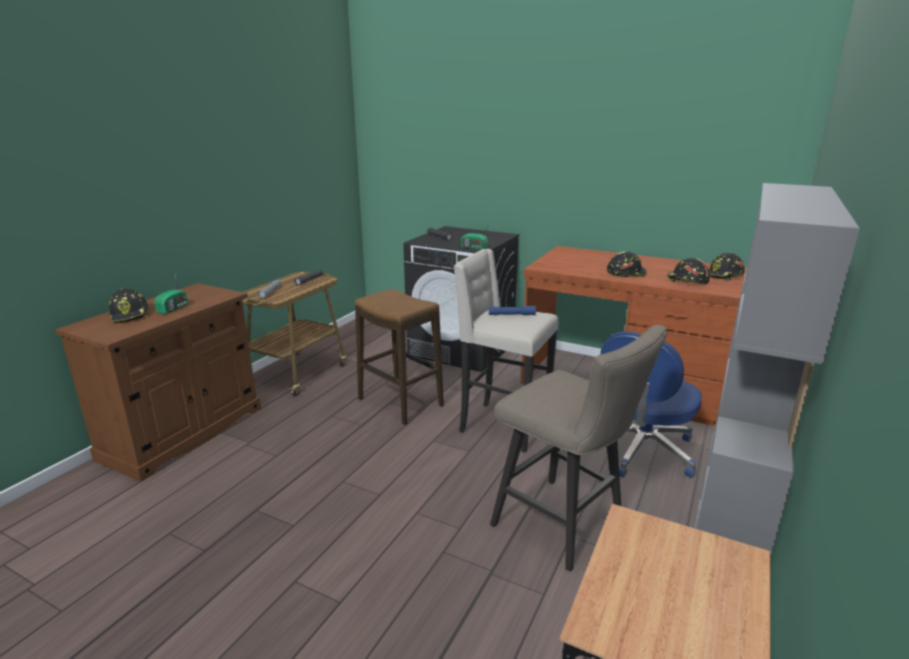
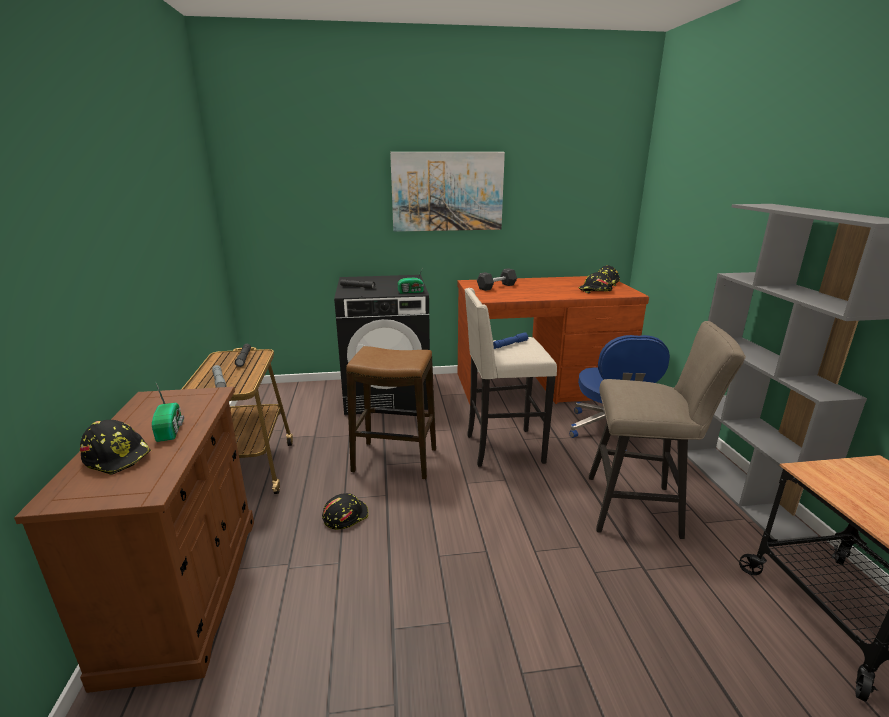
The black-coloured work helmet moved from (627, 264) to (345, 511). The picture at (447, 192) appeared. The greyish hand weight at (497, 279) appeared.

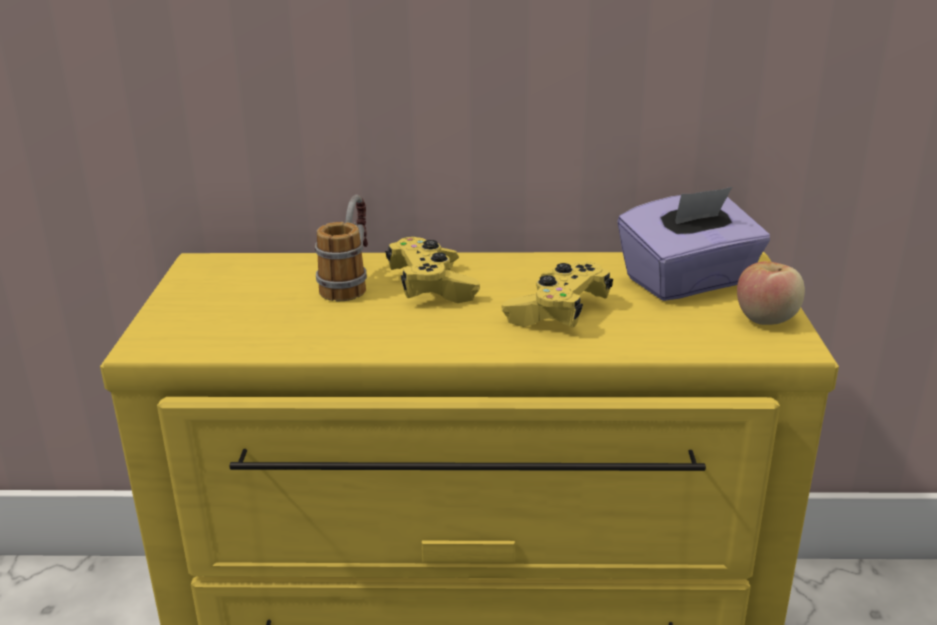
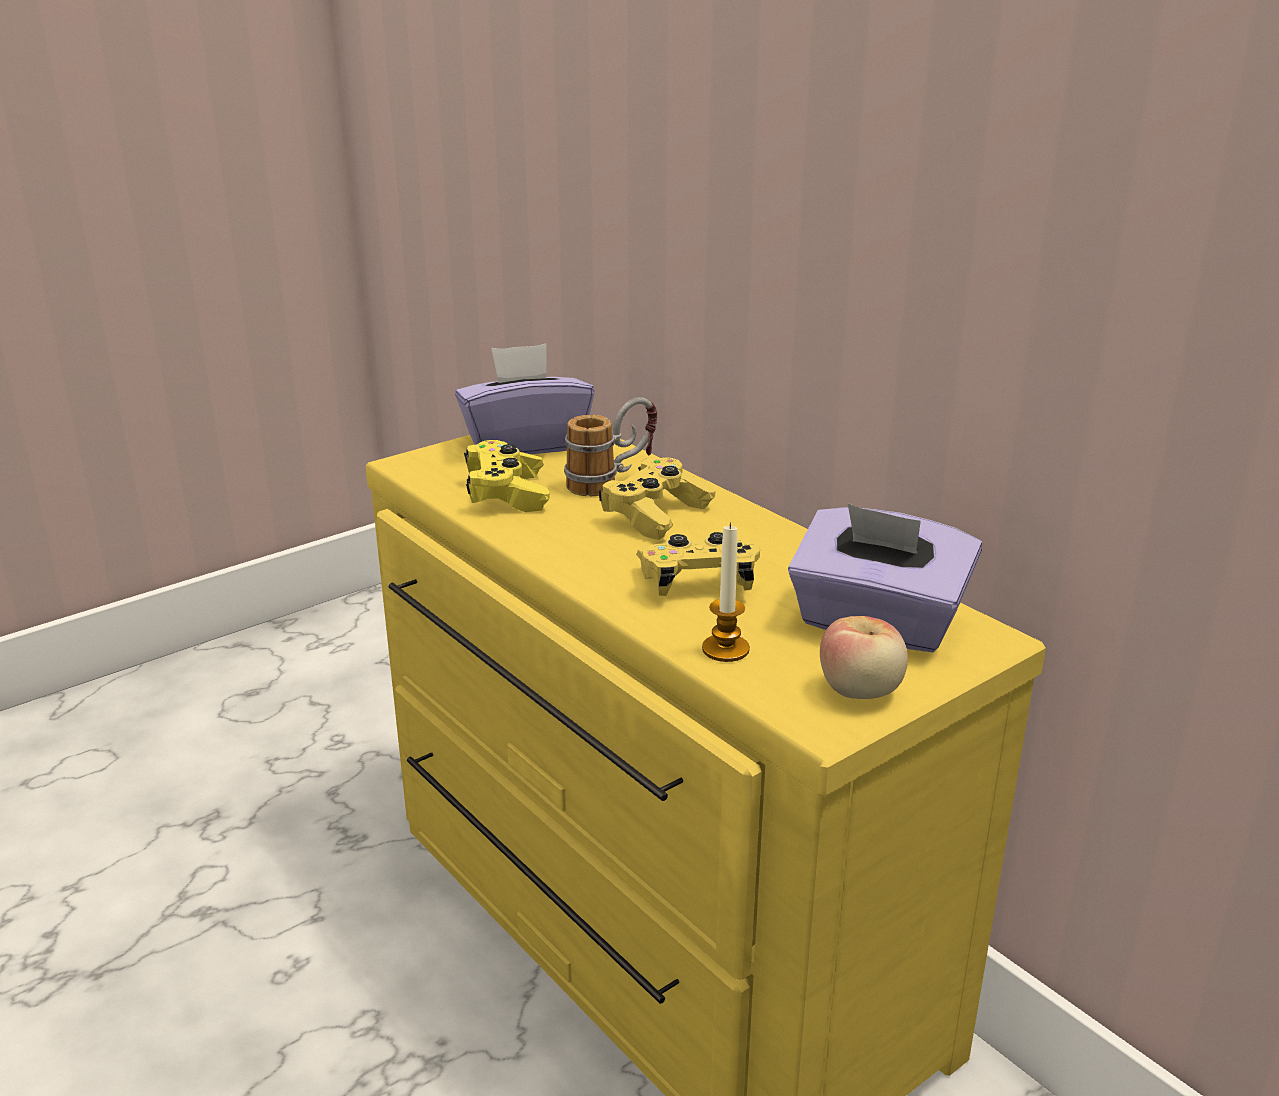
The purplish box of tissues at (524, 399) appeared. The yellowish joypad at (507, 476) appeared. The wax light at (726, 592) appeared.

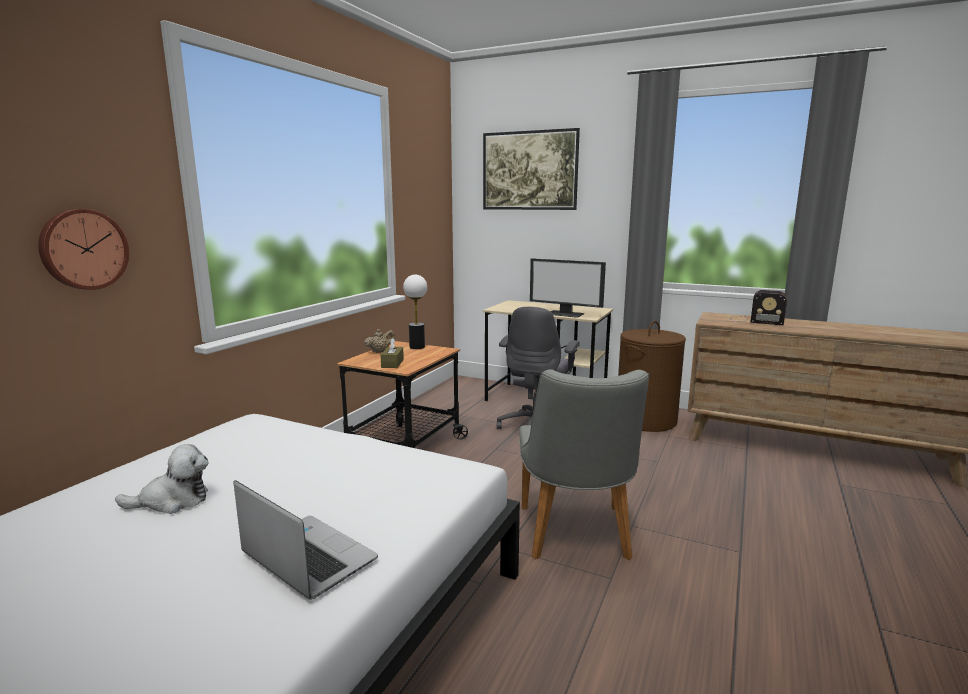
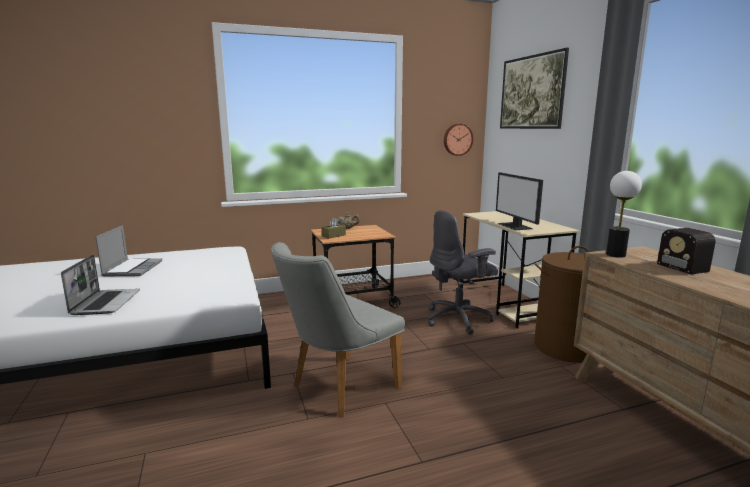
The hanging clock moved from (83, 249) to (458, 140). The table lamp moved from (415, 312) to (624, 214). The cuddly toy at (161, 479) was replaced by the portable computer at (128, 251).

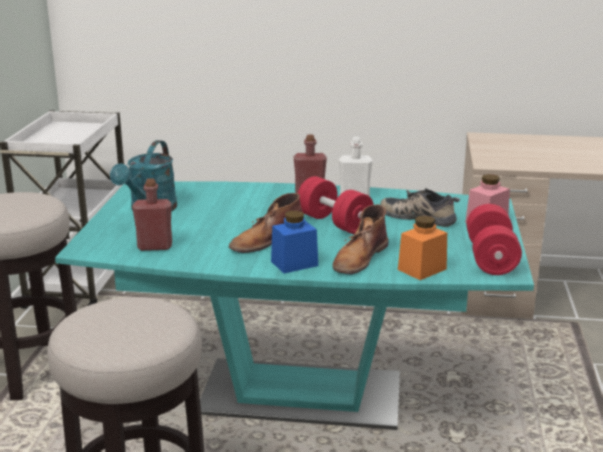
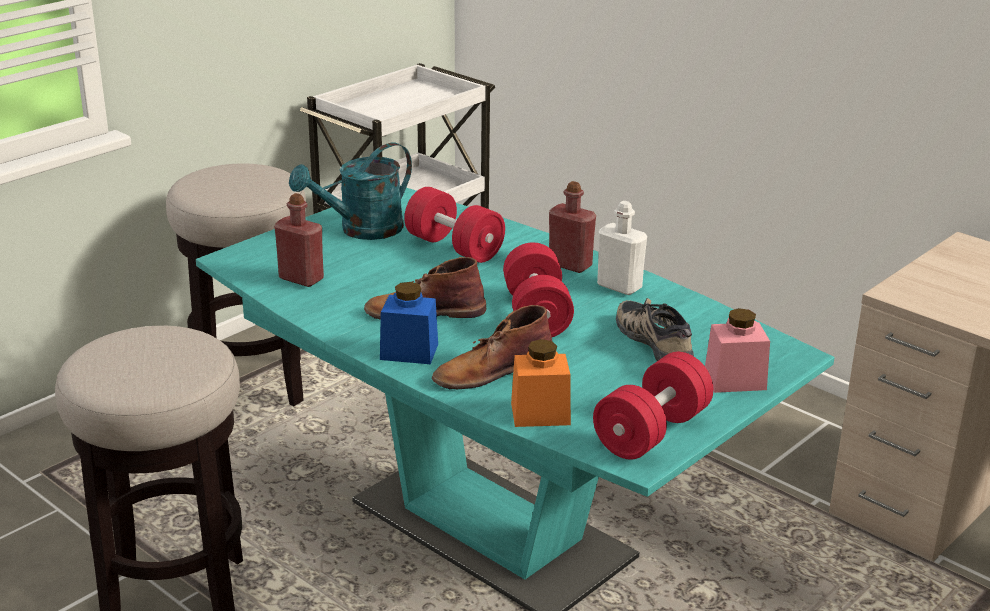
The red hand weight at (454, 225) appeared.

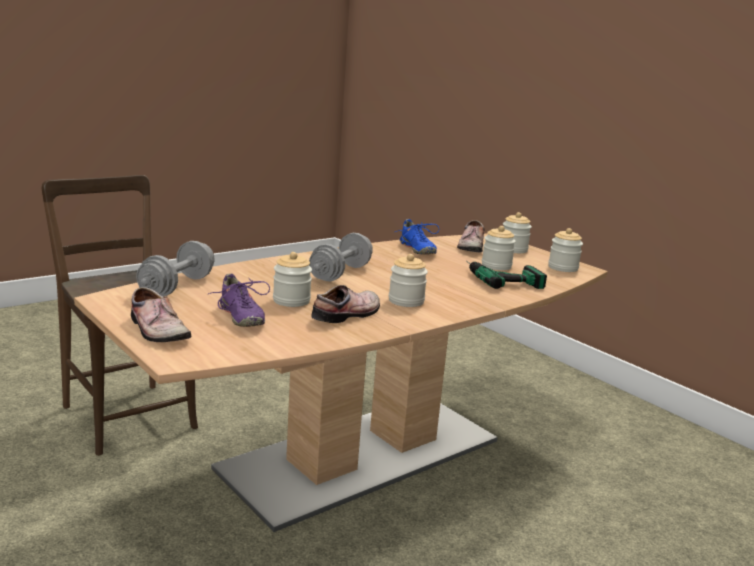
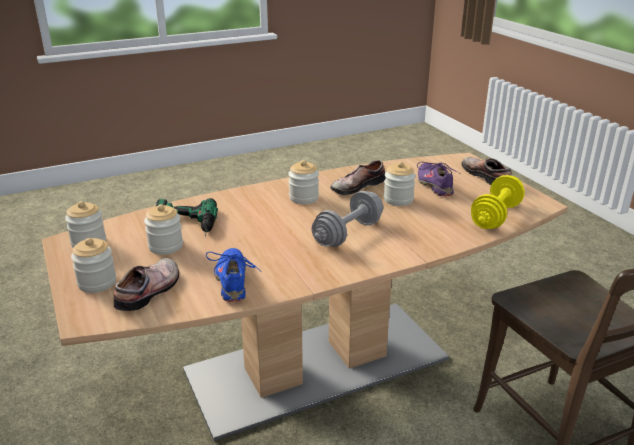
The greyish hand weight at (175, 269) became the yellowish hand weight at (498, 202).

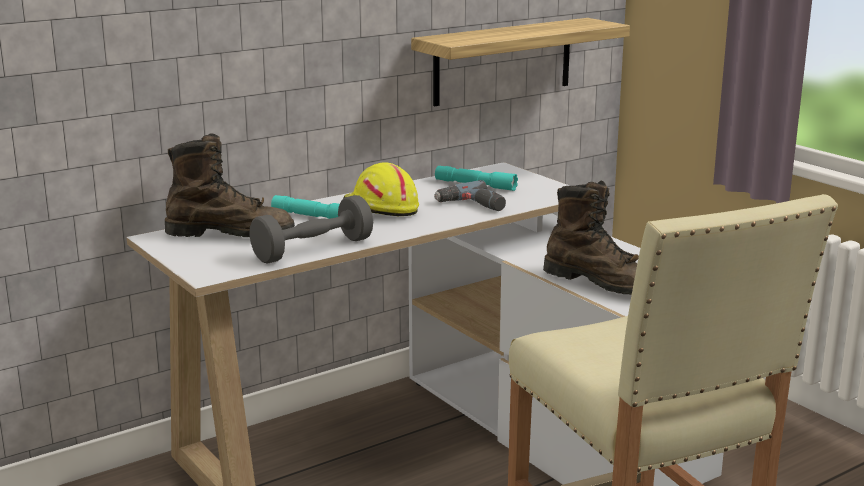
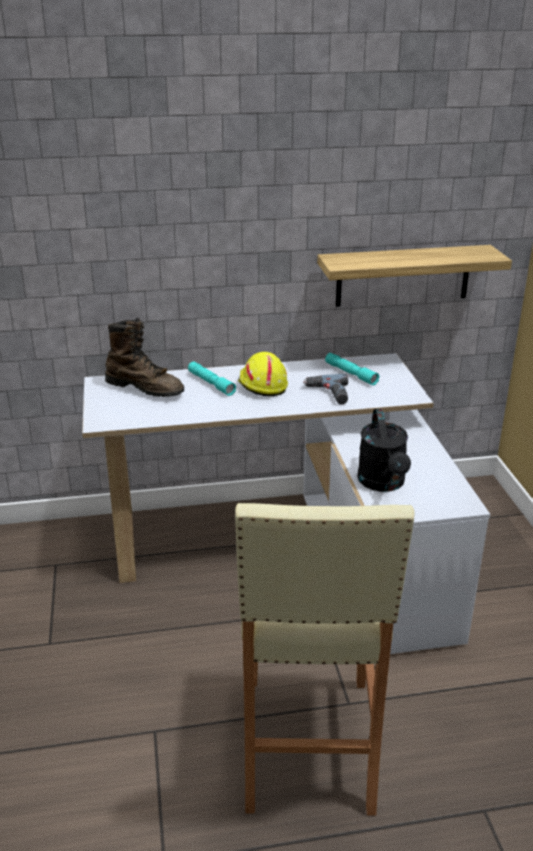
The brown-coloured tall boot at (591, 237) was replaced by the black-coloured watering can at (384, 450). The greyish hand weight at (311, 229) disappeared.

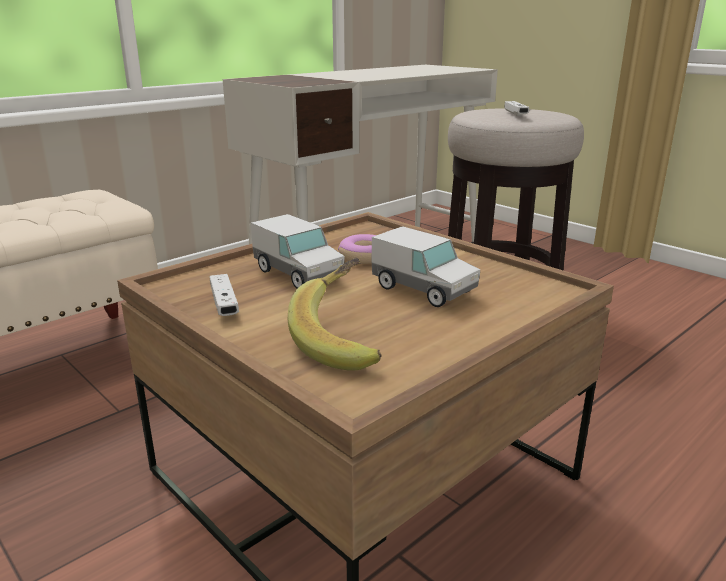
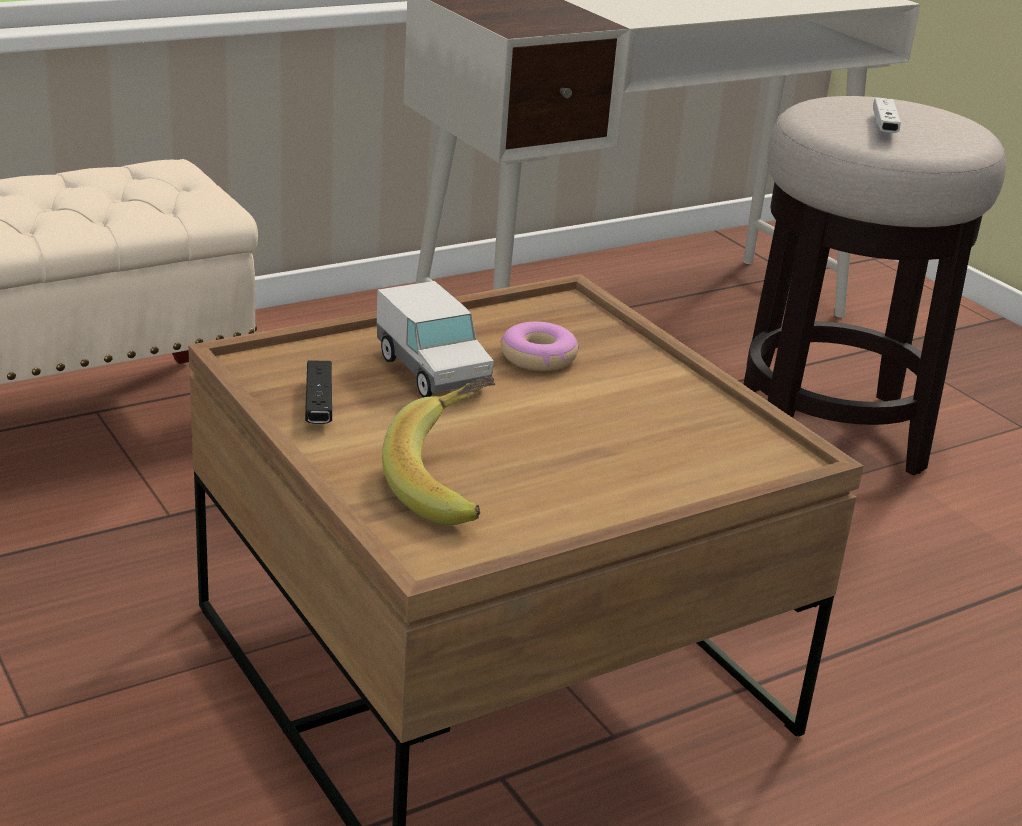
The model truck at (426, 266) disappeared. The white joypad at (224, 295) became the black-coloured joypad at (318, 392).

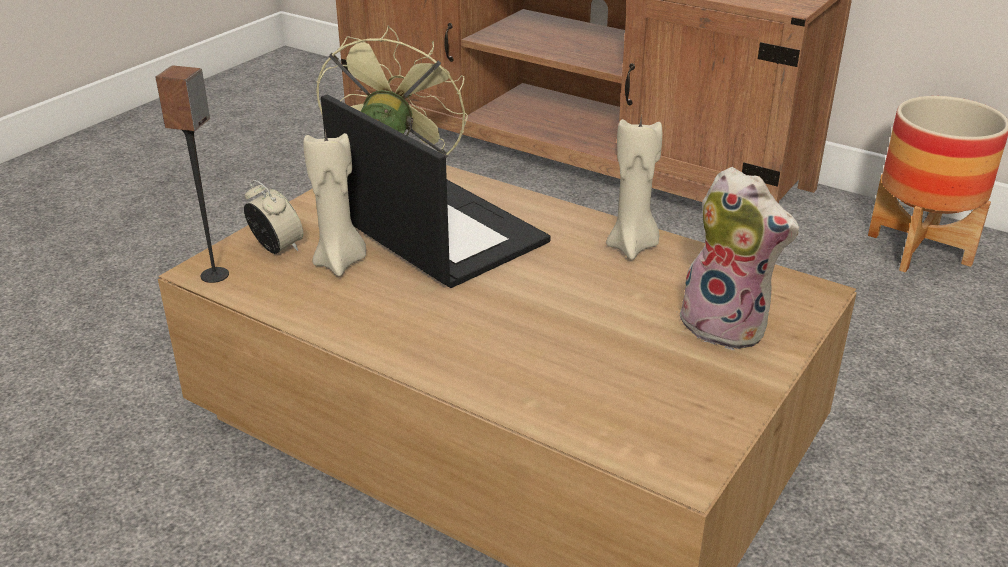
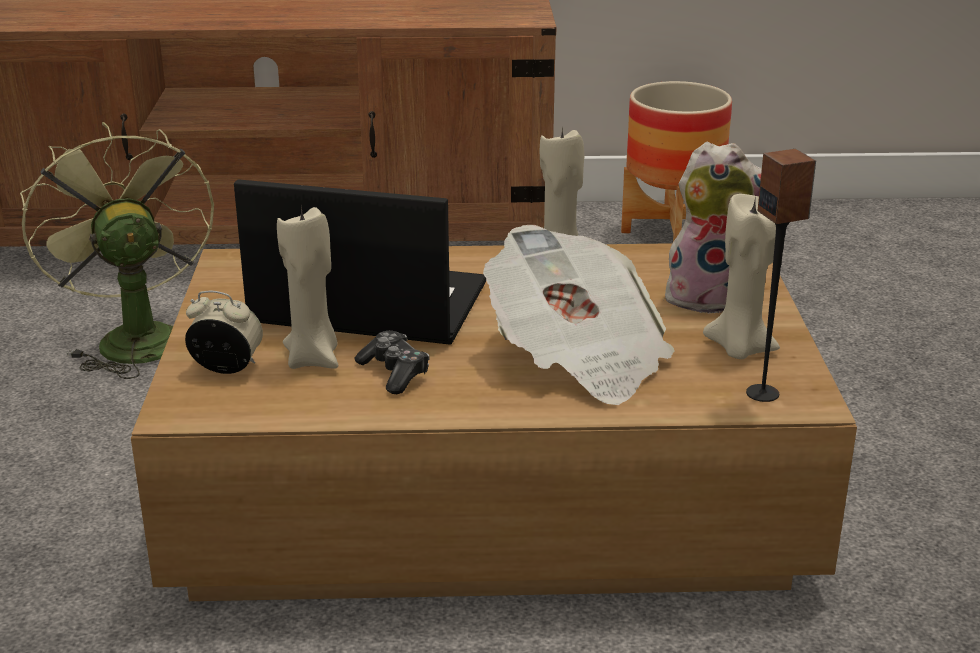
The loudspeaker moved from (192, 174) to (781, 275). The sand-coloured wax light at (741, 276) appeared. The newspaper at (579, 315) appeared. The joypad at (392, 362) appeared.

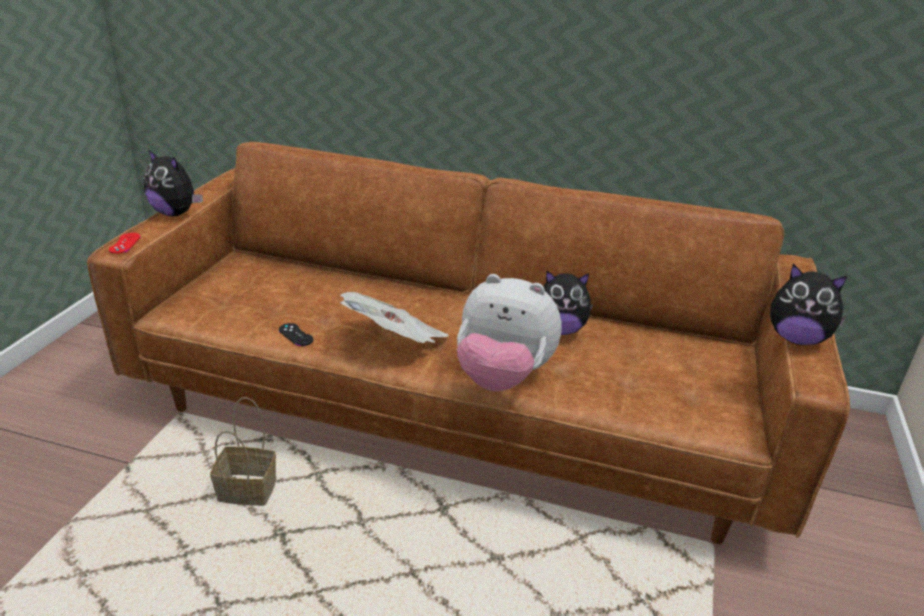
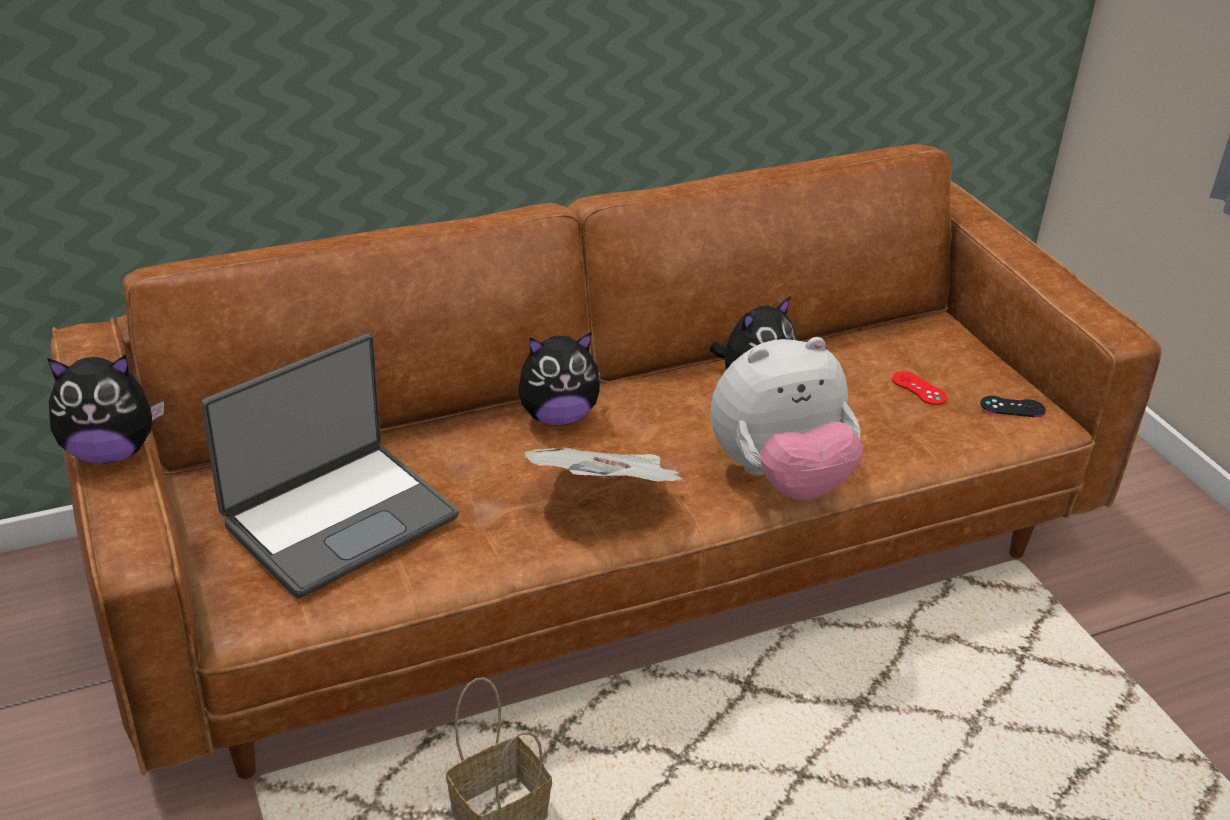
The red joypad moved from (125, 243) to (919, 388). The cuddly toy moved from (808, 304) to (559, 378). The black-coloured joypad moved from (296, 334) to (1013, 406). The portable computer at (330, 466) appeared.

